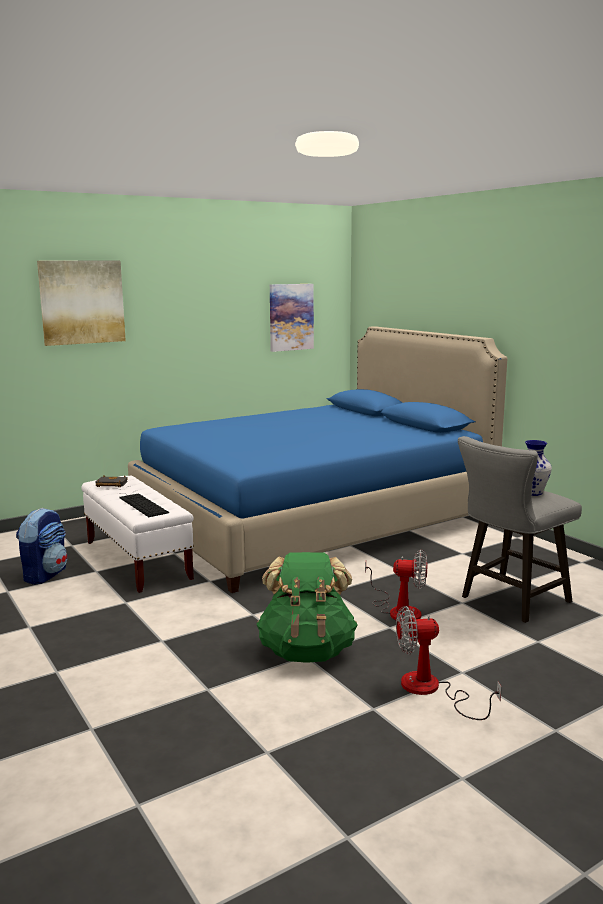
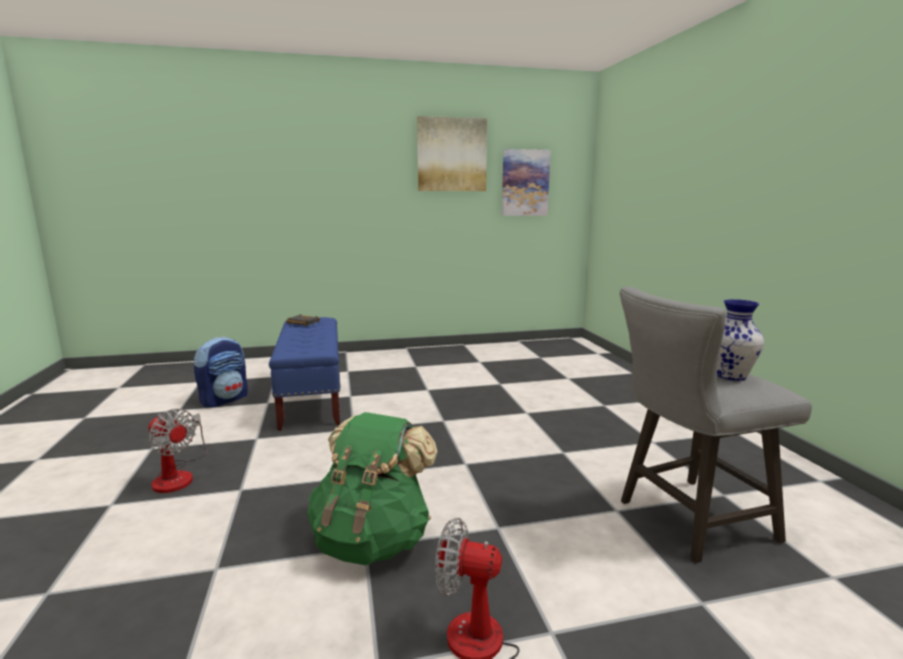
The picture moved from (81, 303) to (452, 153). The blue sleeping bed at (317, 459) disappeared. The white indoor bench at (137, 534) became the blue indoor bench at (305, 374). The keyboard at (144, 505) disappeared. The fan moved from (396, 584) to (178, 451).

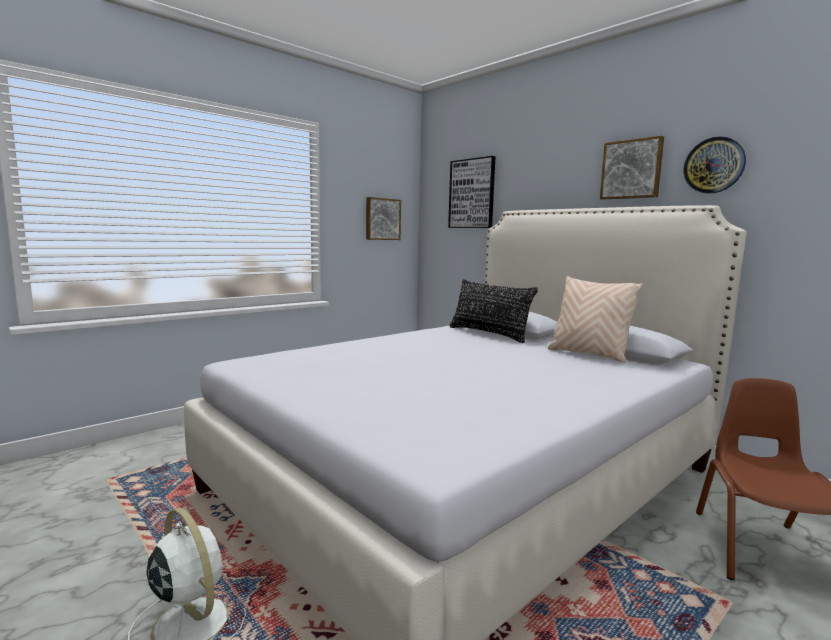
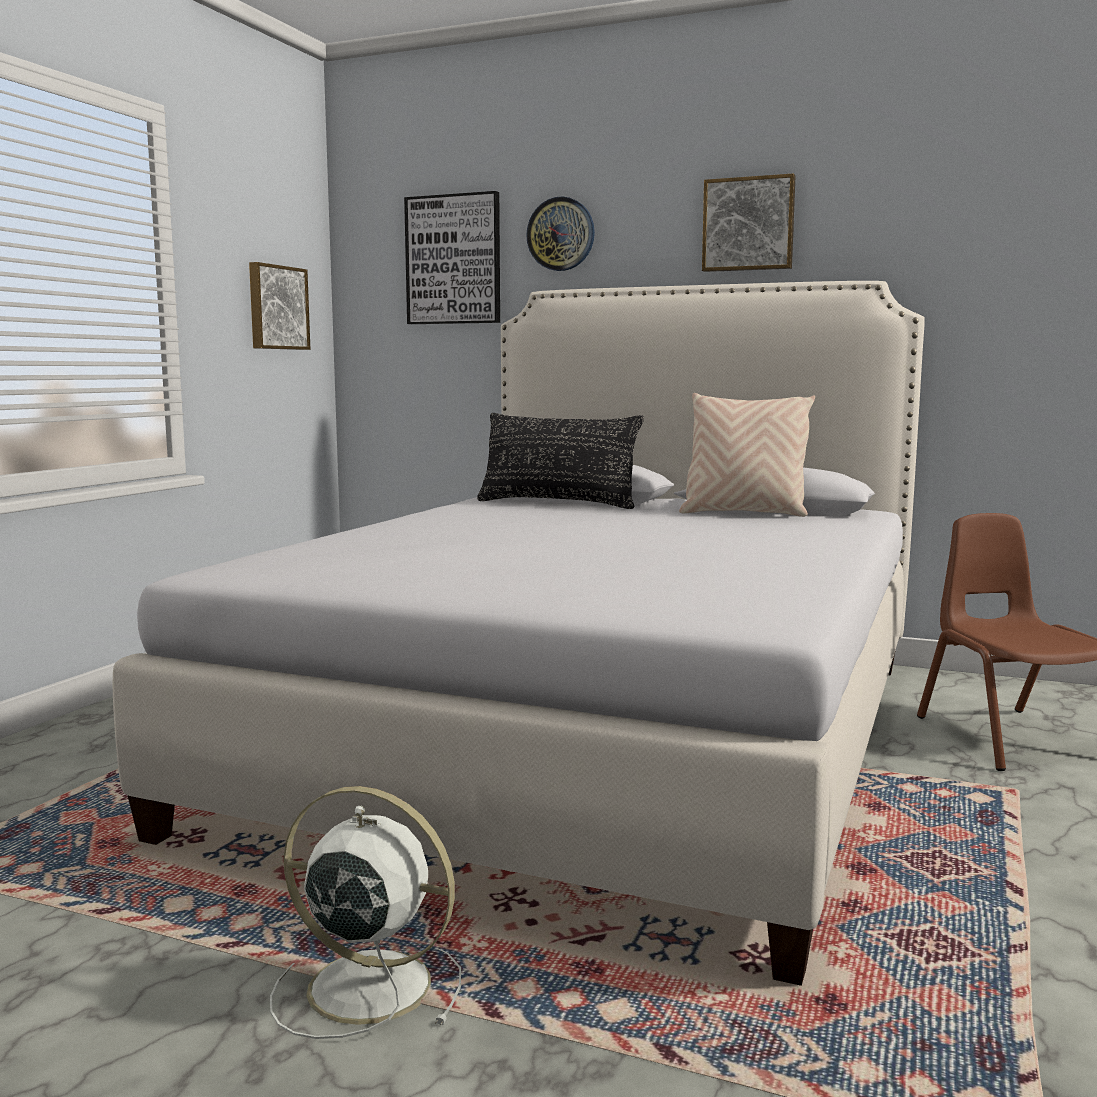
The hanging clock moved from (715, 165) to (560, 234).

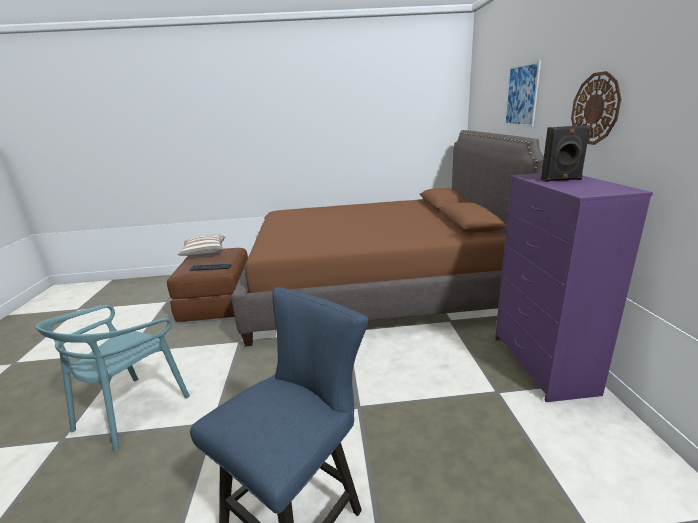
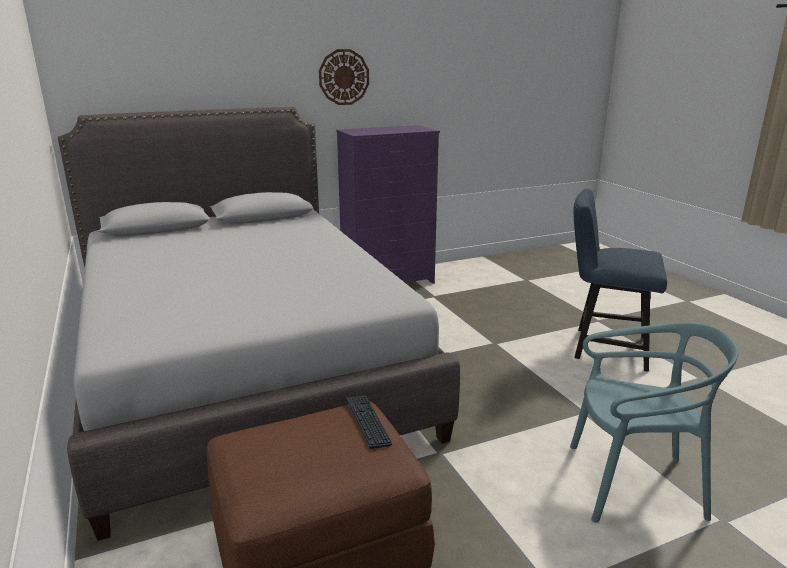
The picture at (522, 93) disappeared. The black-coloured loudspeaker at (566, 153) disappeared. The brown-coloured sleeping bed at (388, 238) became the greyish sleeping bed at (259, 324). The cushion at (201, 245) disappeared.

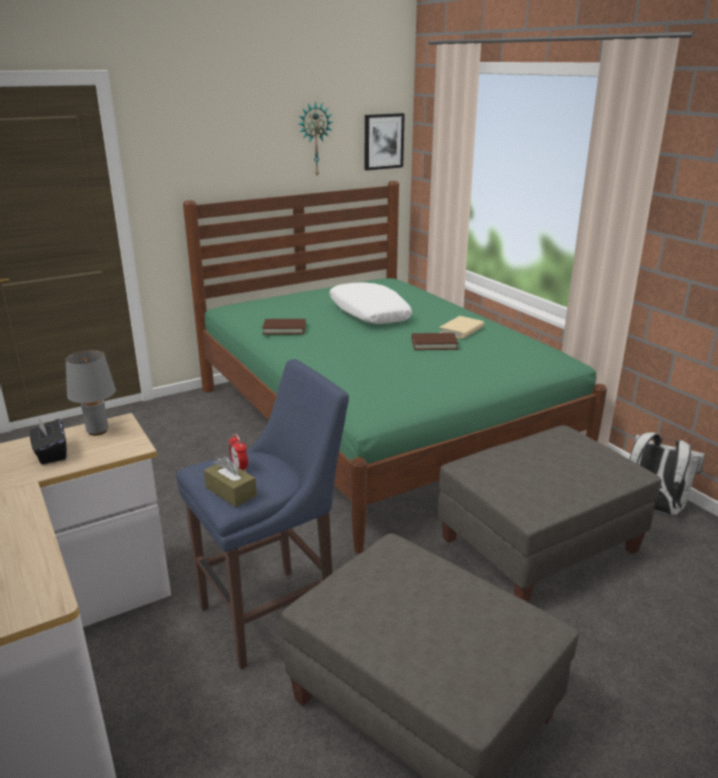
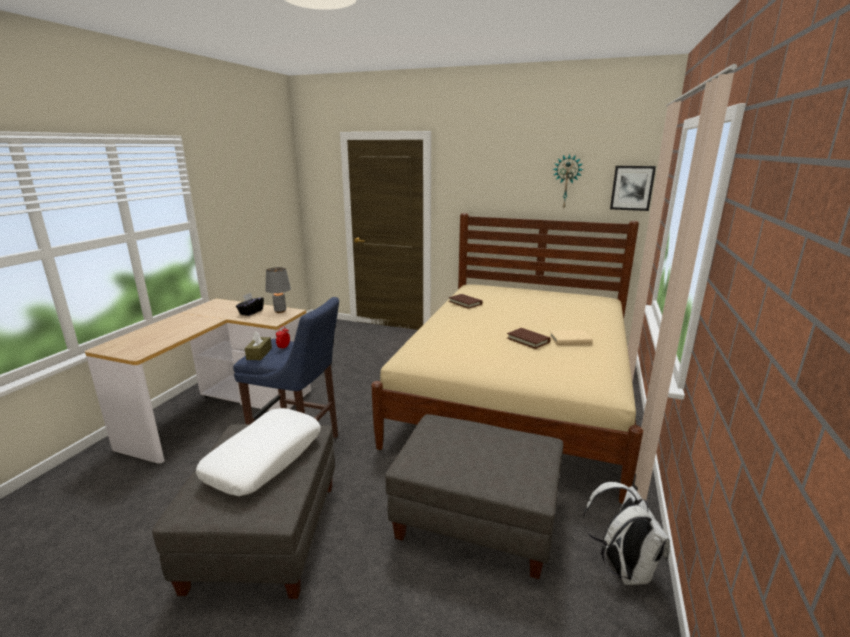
The green-coloured sleeping bed at (395, 367) became the sand-coloured sleeping bed at (507, 358). The white cushion moved from (370, 303) to (258, 452).

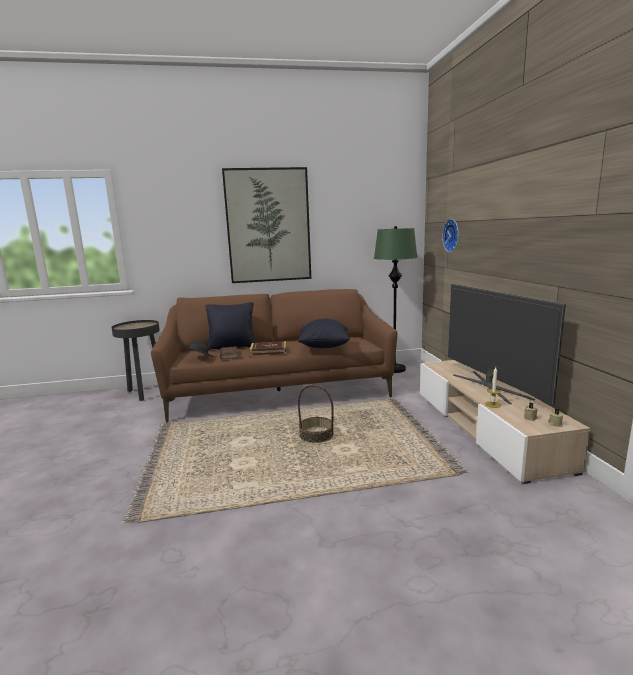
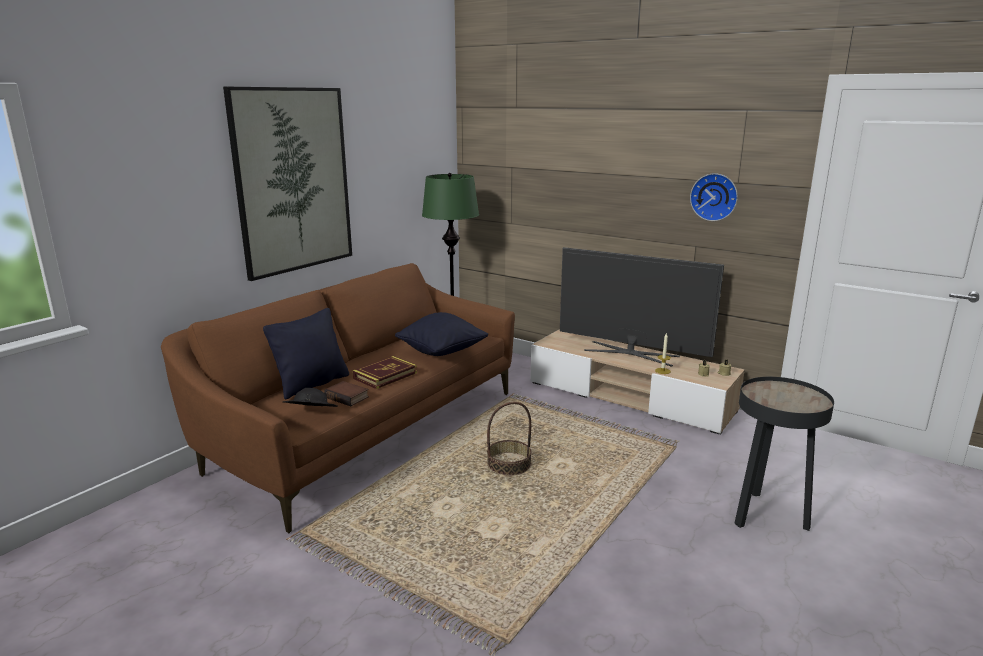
The hanging clock moved from (450, 235) to (714, 197). The black-coloured side table moved from (135, 360) to (784, 454).

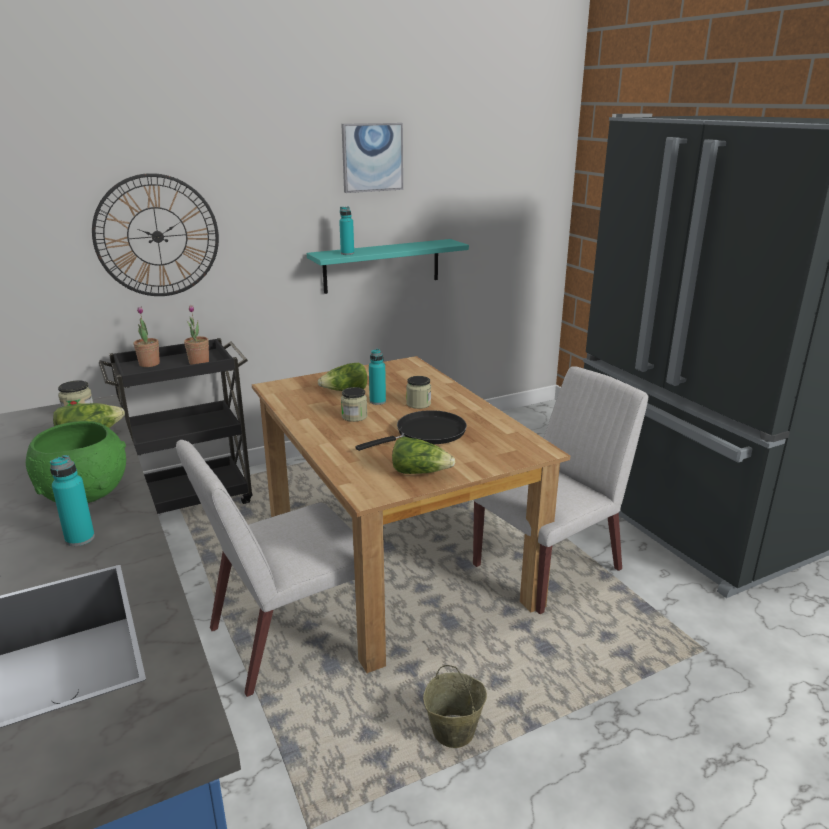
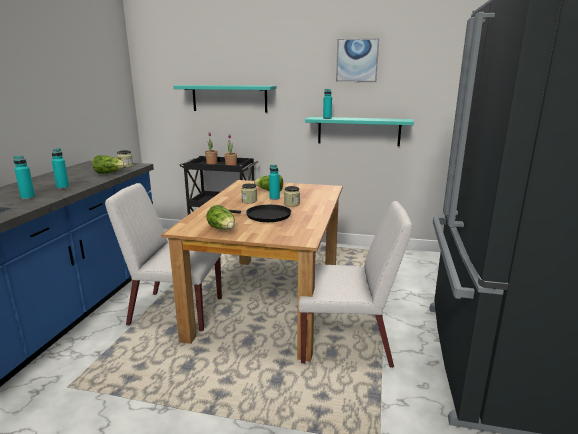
The hanging clock at (155, 234) was replaced by the blue-green wall shelf at (224, 99). The green-coloured bowl at (76, 462) was replaced by the blue-green drink bottle at (60, 168). The sand-coloured bucket at (455, 706) disappeared.

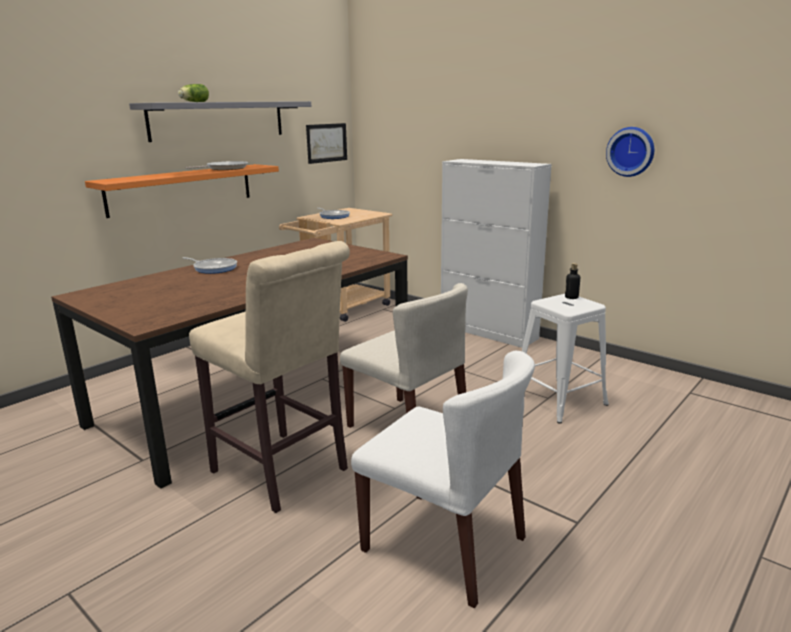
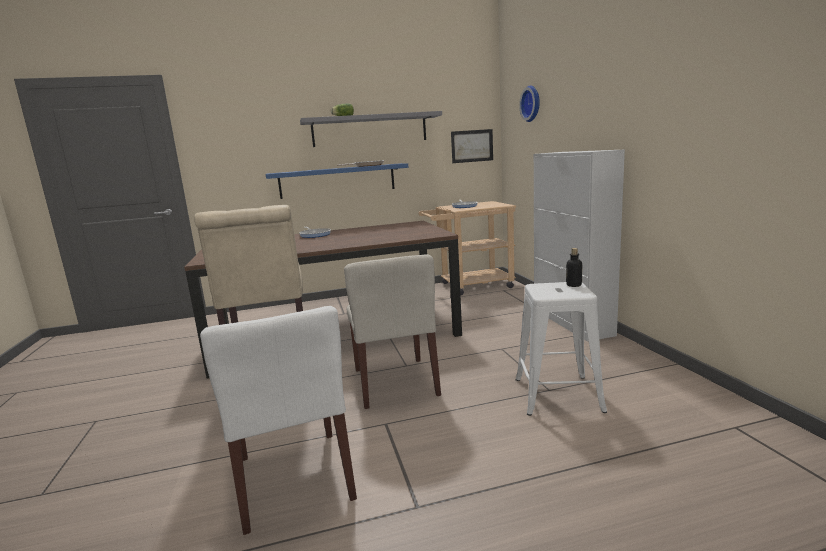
The hanging clock moved from (630, 152) to (529, 103). The orange wall shelf at (182, 191) became the blue wall shelf at (337, 181).

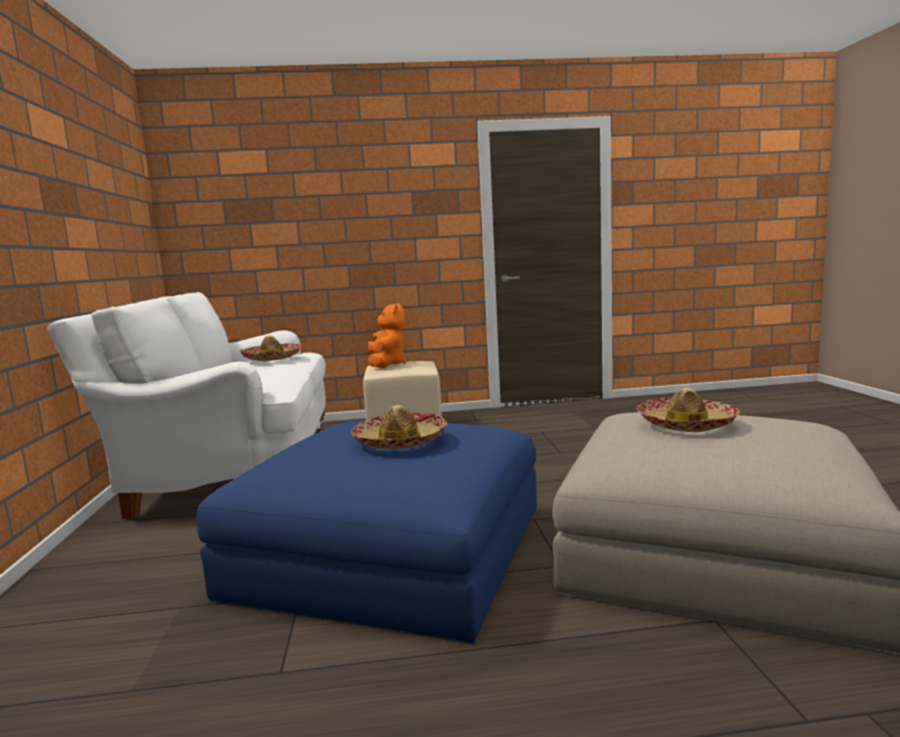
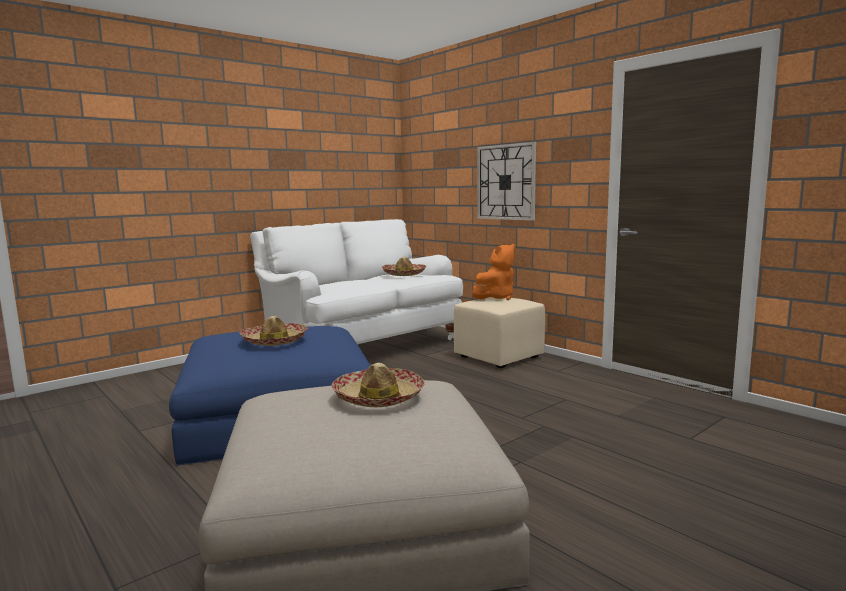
The hanging clock at (506, 181) appeared.

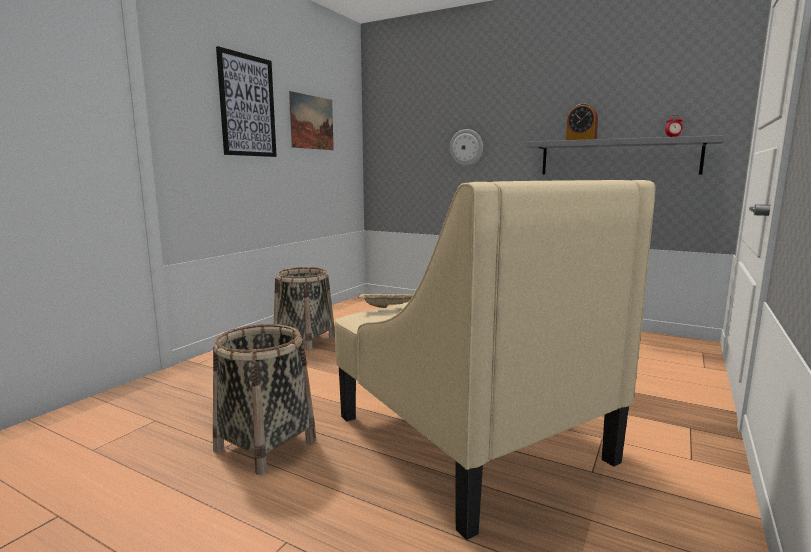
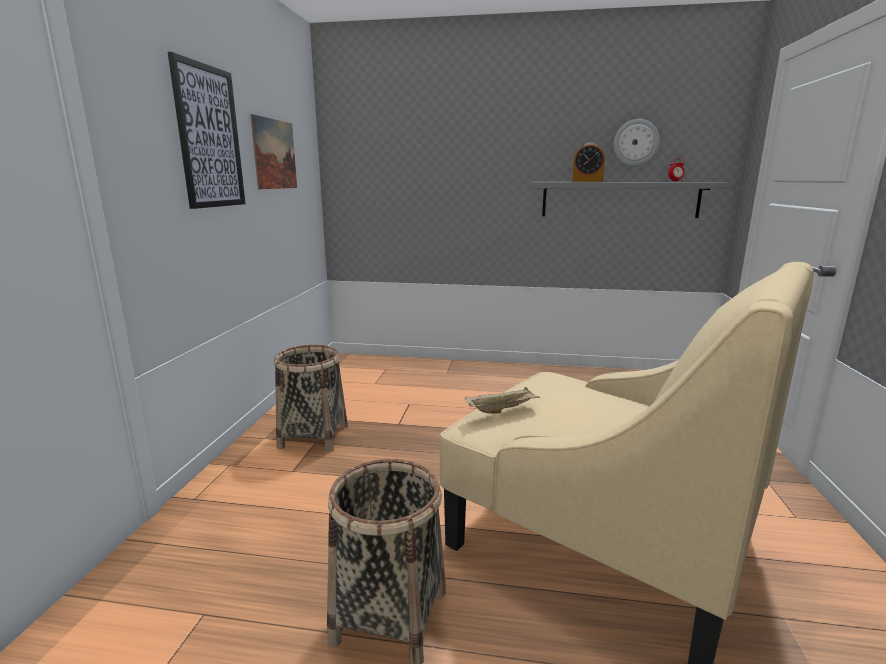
The hanging clock moved from (466, 147) to (636, 142).

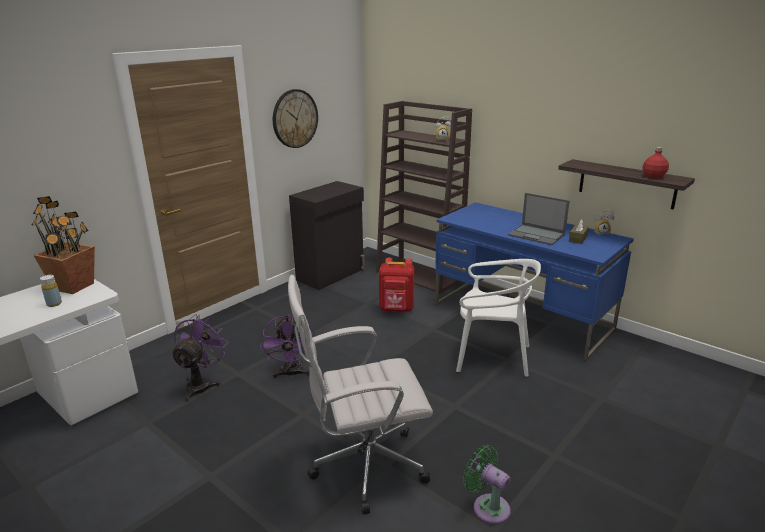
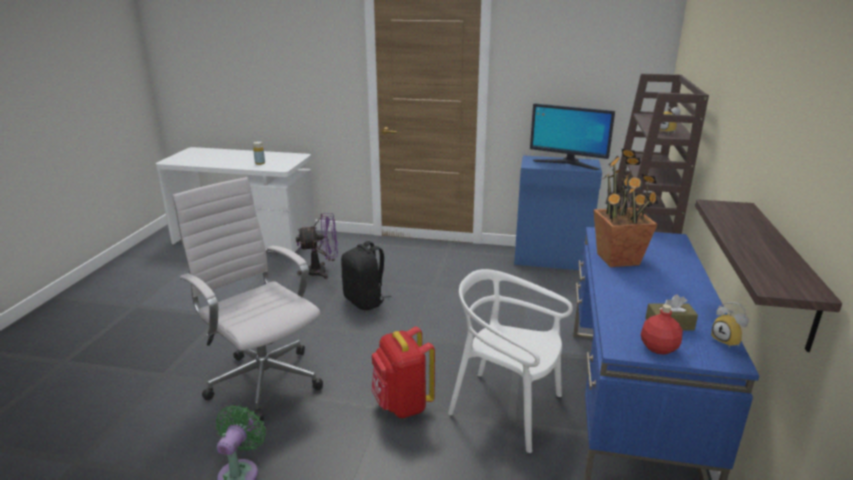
The hanging clock at (295, 118) disappeared. The red drink bottle moved from (656, 162) to (662, 329). The black-coloured cupboard at (327, 235) became the blue cupboard at (558, 213). The portable computer at (538, 219) disappeared. The houseplant moved from (63, 245) to (625, 208). The red rucksack moved from (396, 285) to (403, 372). The white upright chair at (498, 318) turned 135 degrees clockwise. The purplish fan at (287, 346) was replaced by the black-coloured rucksack at (366, 275). The computer display at (572, 136) appeared.

